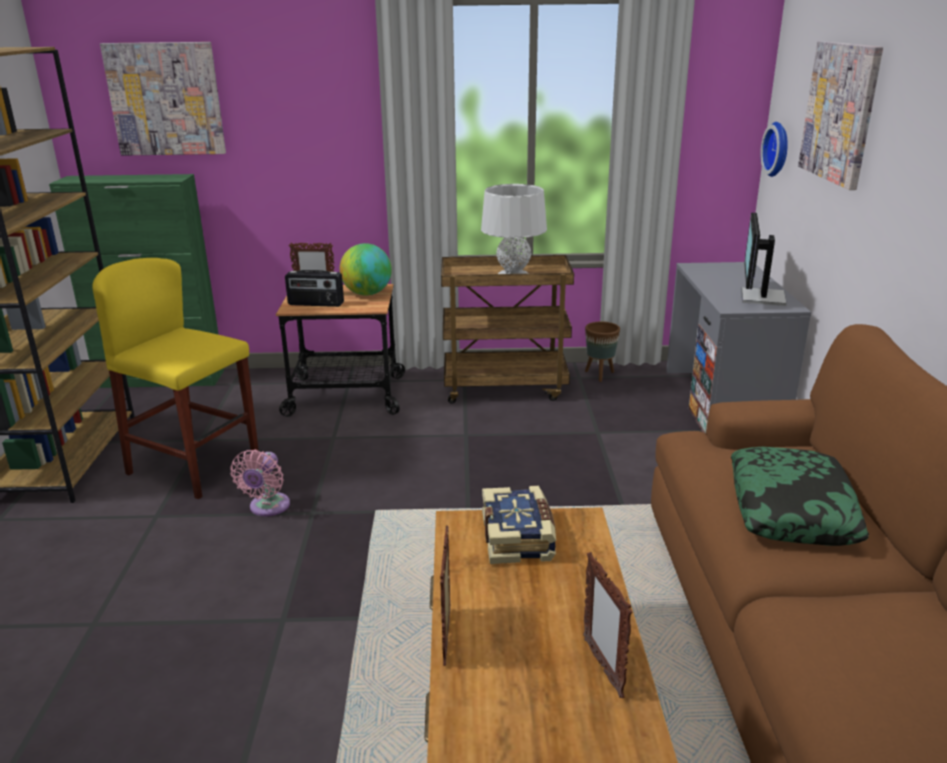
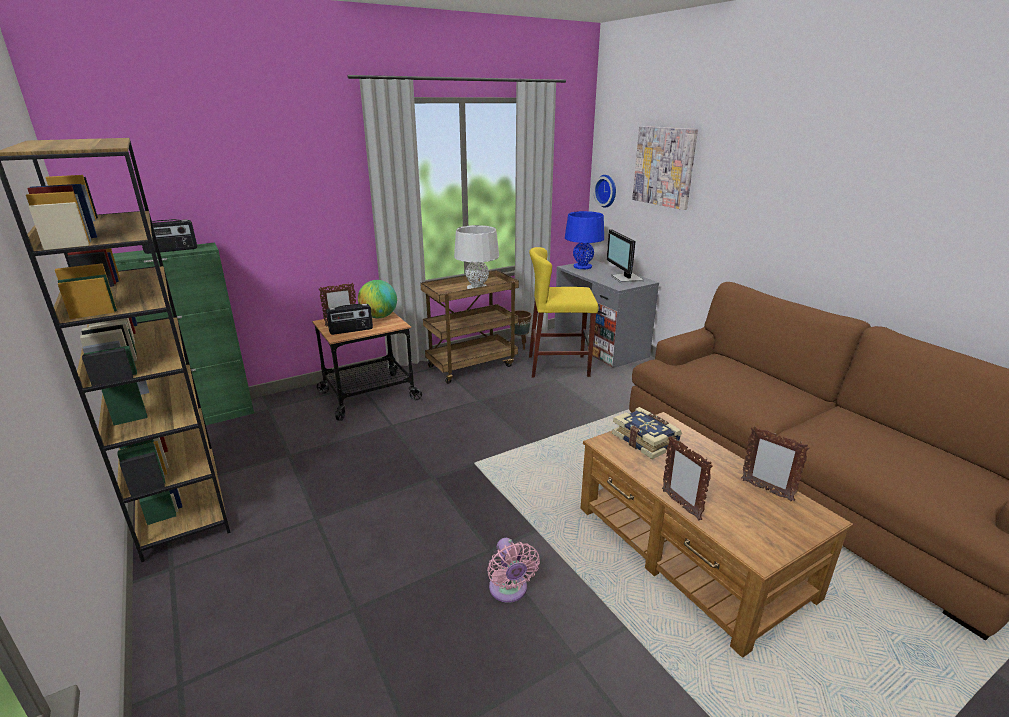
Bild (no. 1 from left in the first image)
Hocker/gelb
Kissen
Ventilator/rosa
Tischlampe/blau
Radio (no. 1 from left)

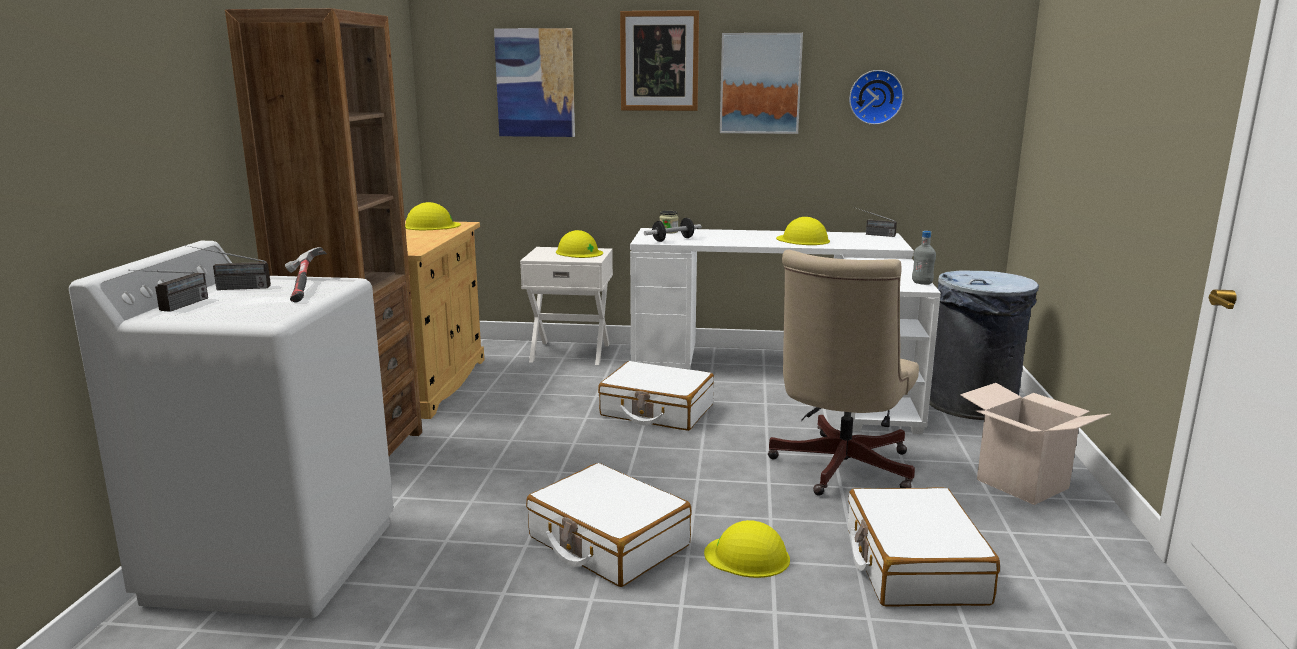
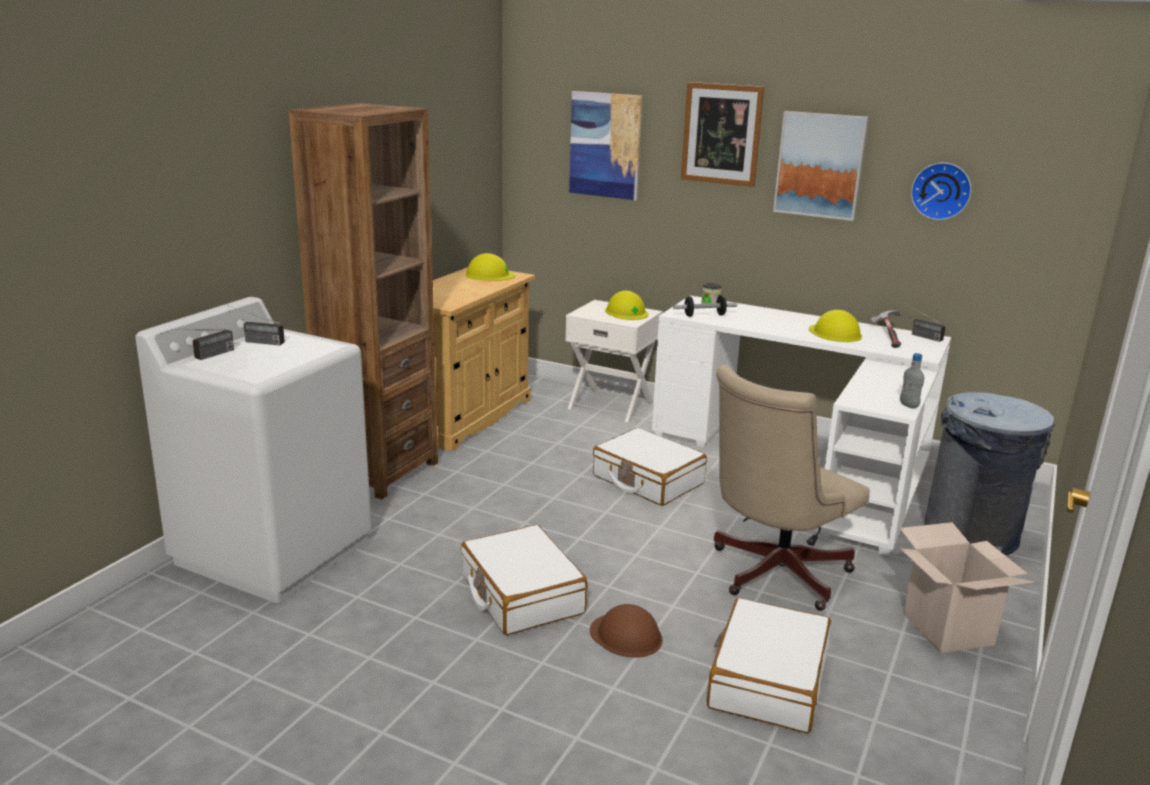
Hammer
Schutzhelm/braun

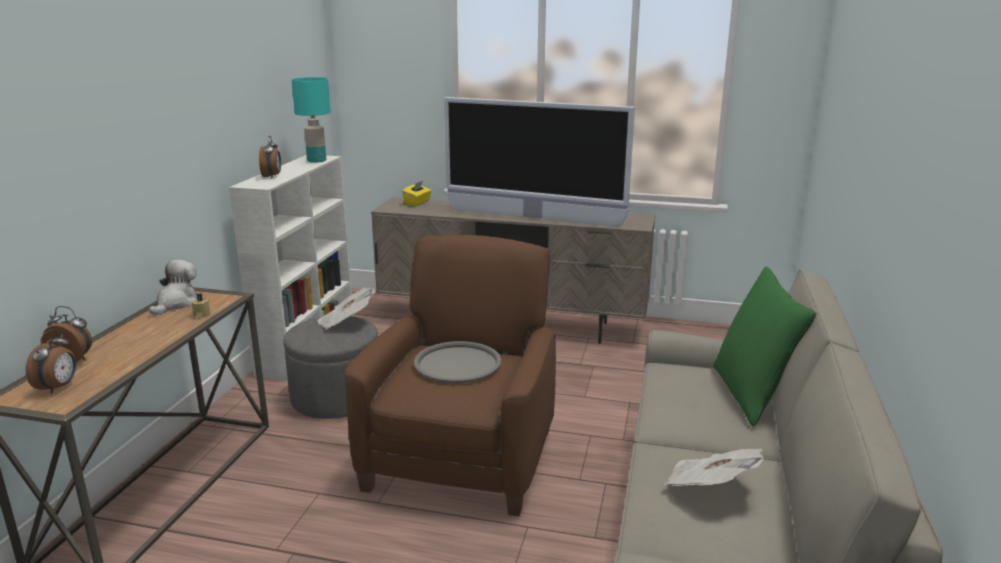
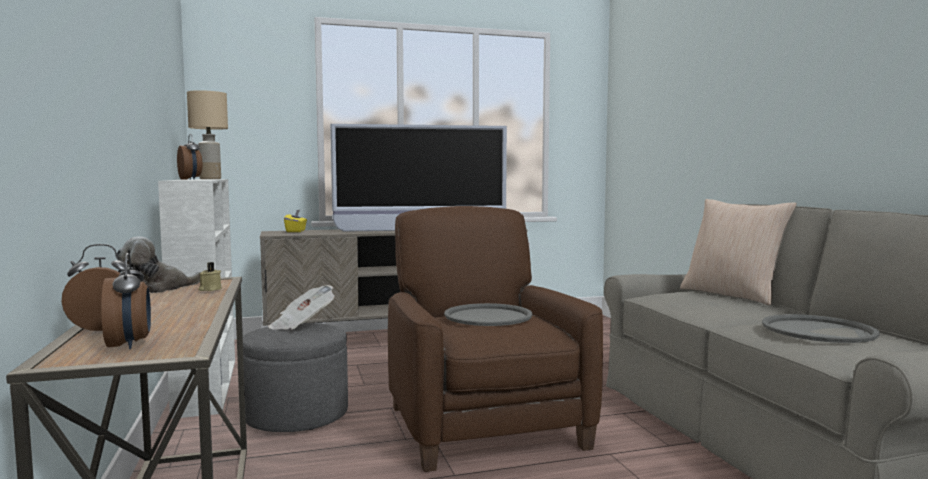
Tischlampe/beige
Plüschtier
Kissen/beige
Tablett/grau (no. 2 from left)

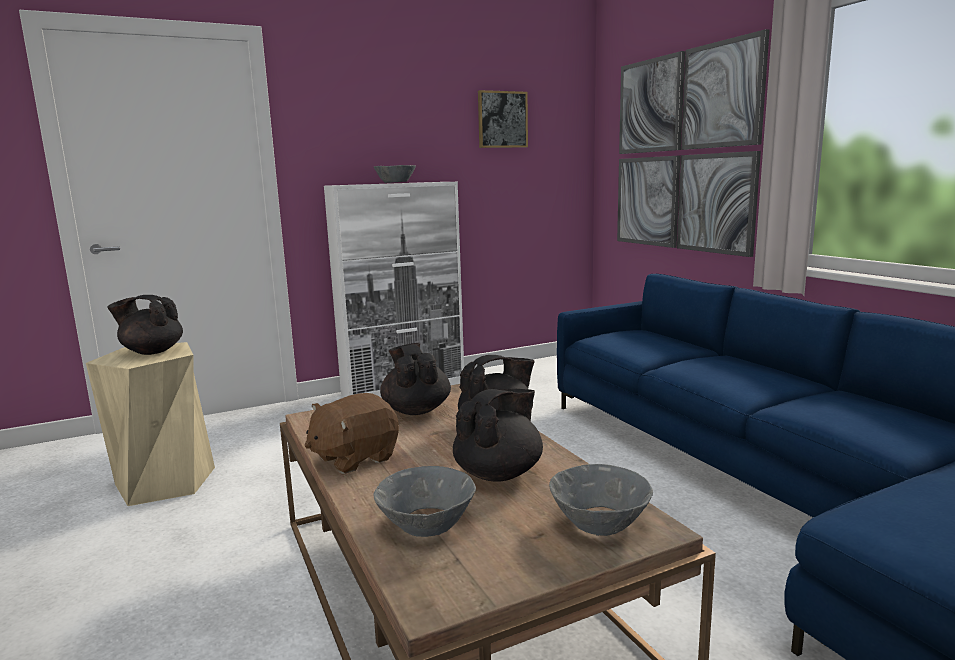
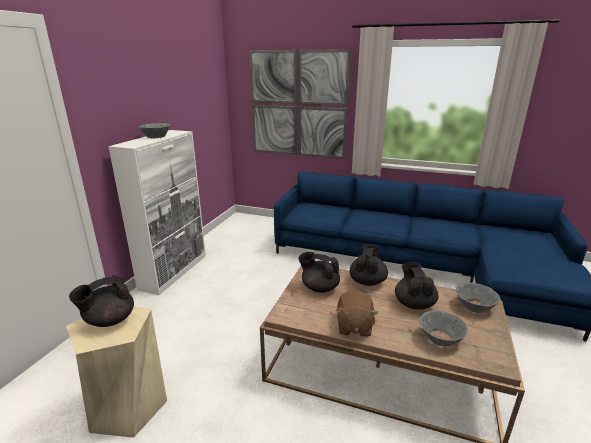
Bild (no. 1 from left in the first image)

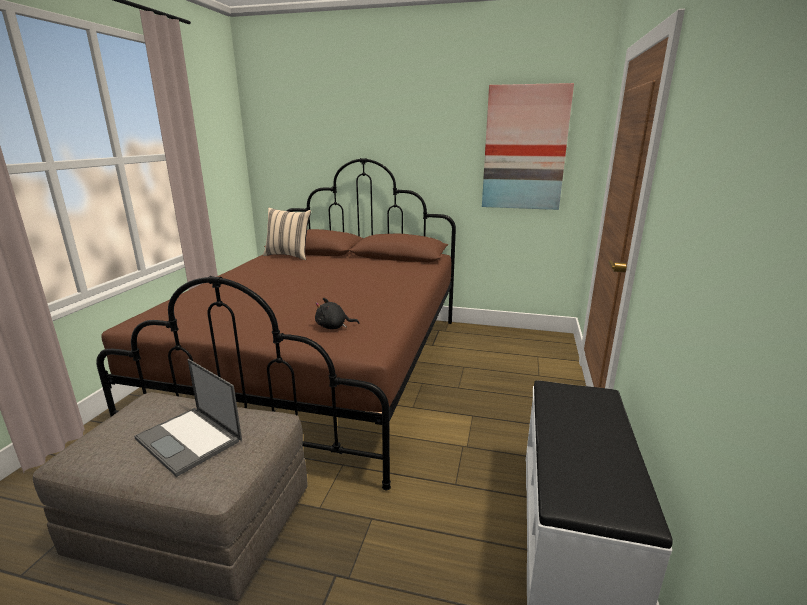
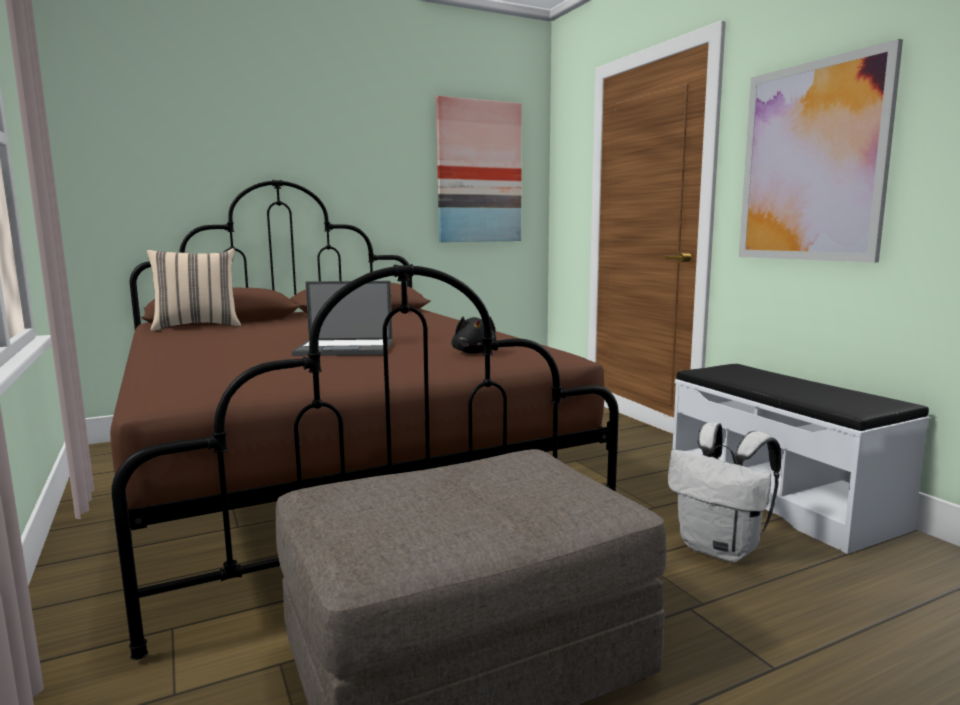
Plüschtier/schwarz
Laptop
Bild (no. 2 from left)
Rucksack/weiß

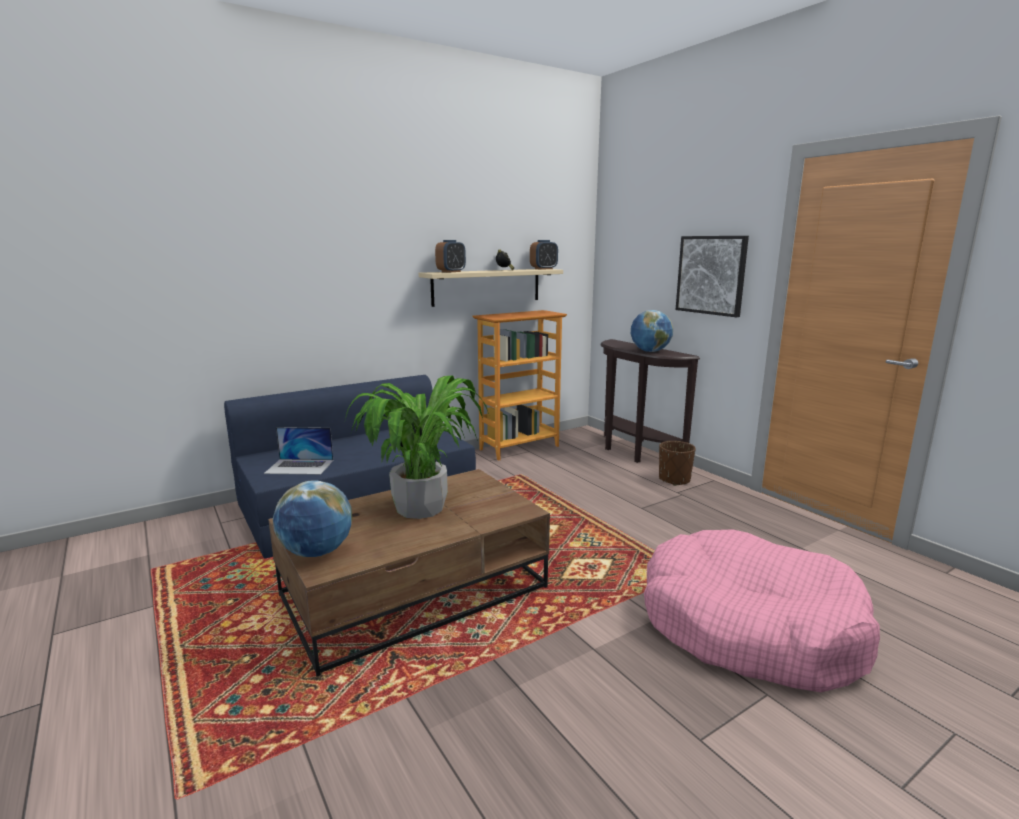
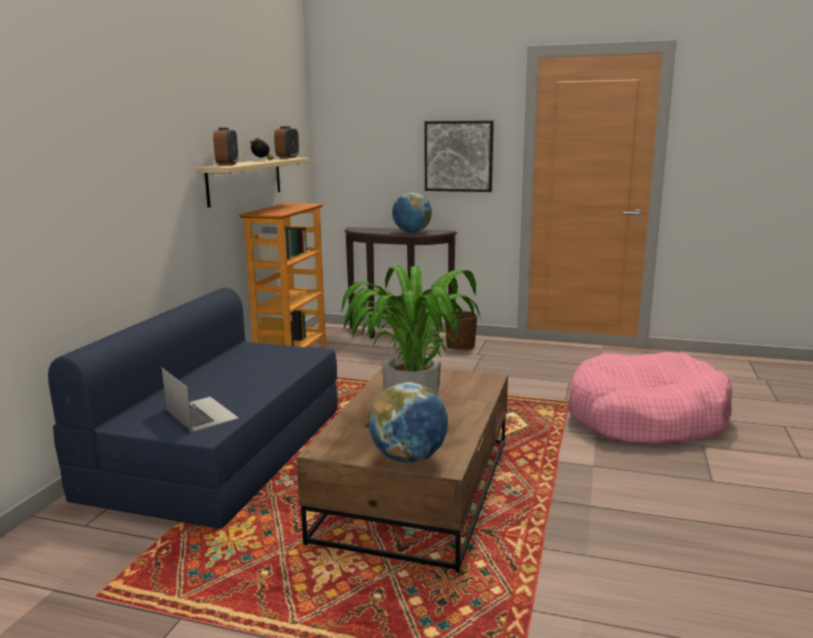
Laptop

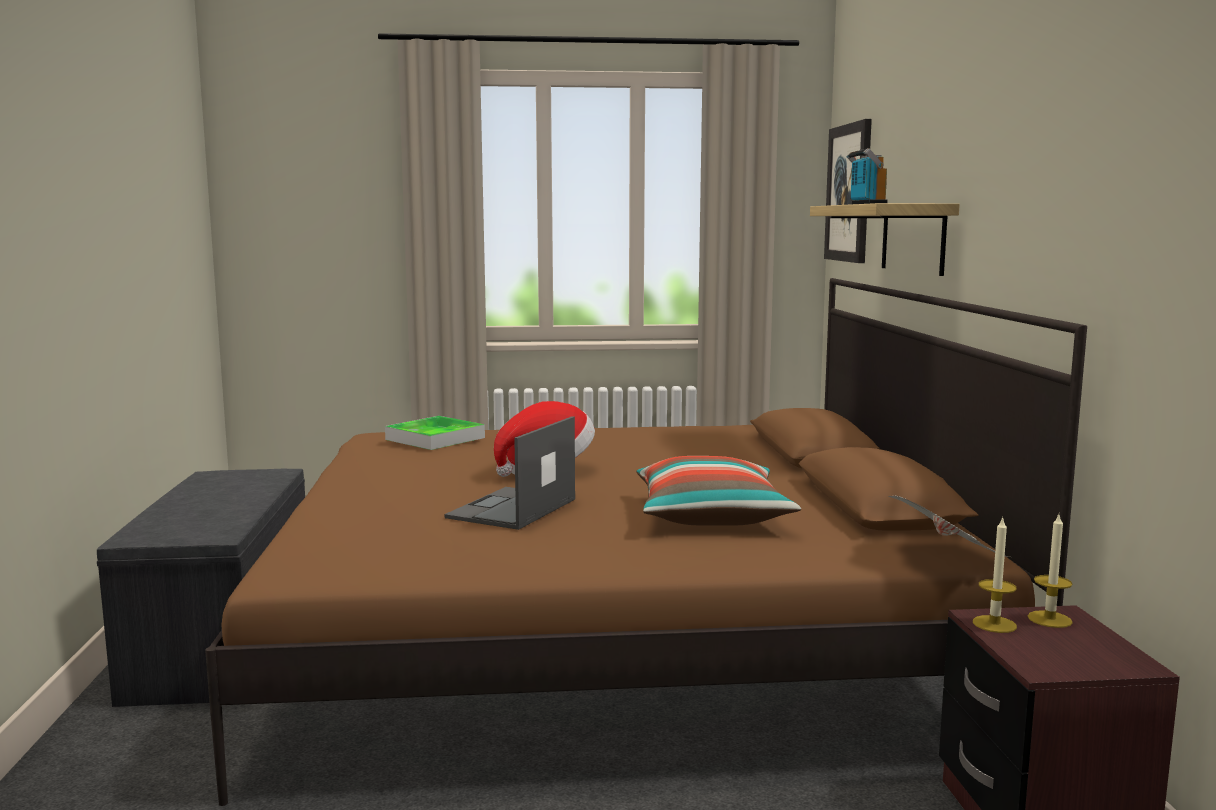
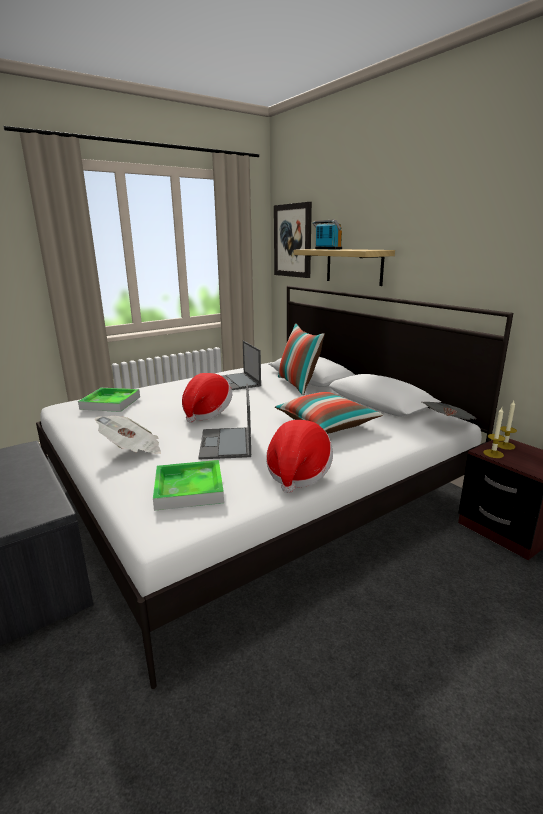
Bett/weiß
Kissen (no. 1 from left)
Laptop (no. 2 from left)
Zeitung (no. 1 from left)
Hut (no. 2 from left)
Tablett (no. 2 from left)

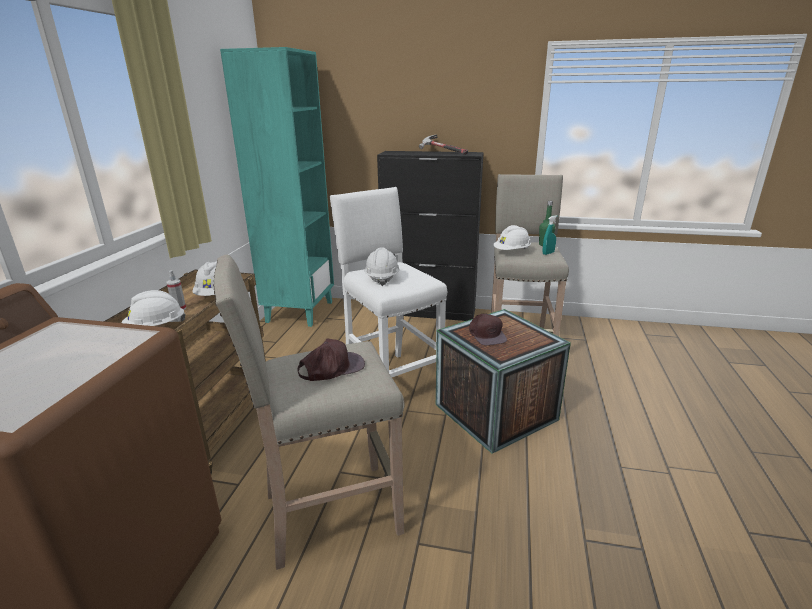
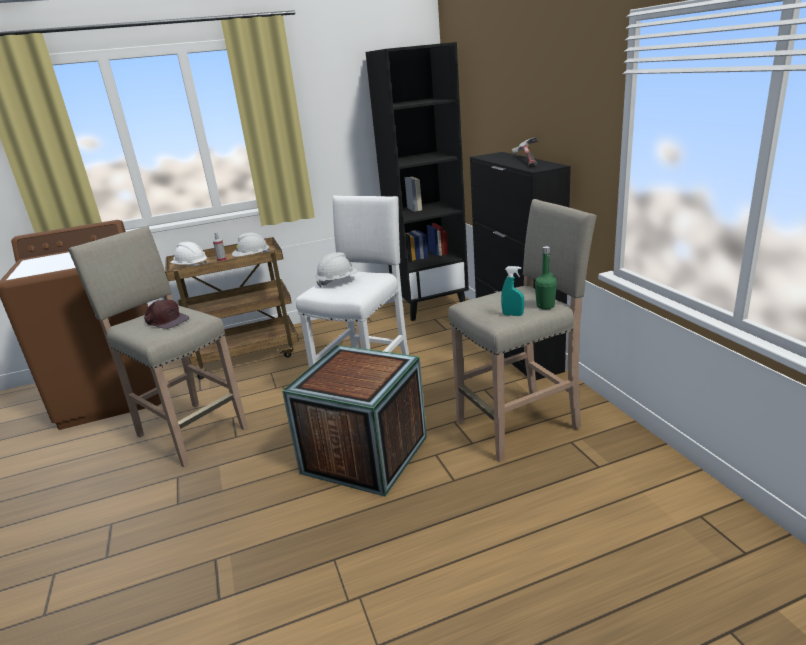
Bücherregal/schwarz
Schutzhelm/weiß (no. 4 from left in the first image)
Kappe/braun (no. 2 from left in the first image)

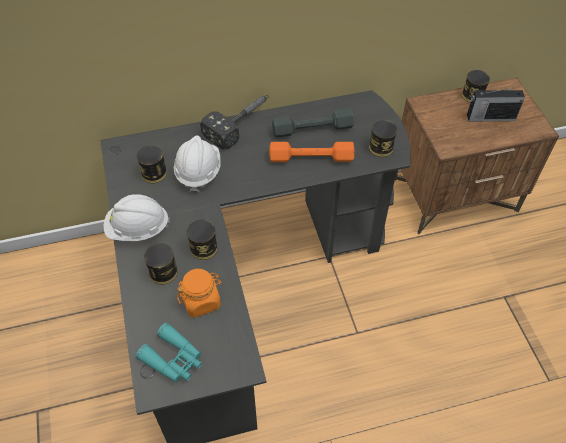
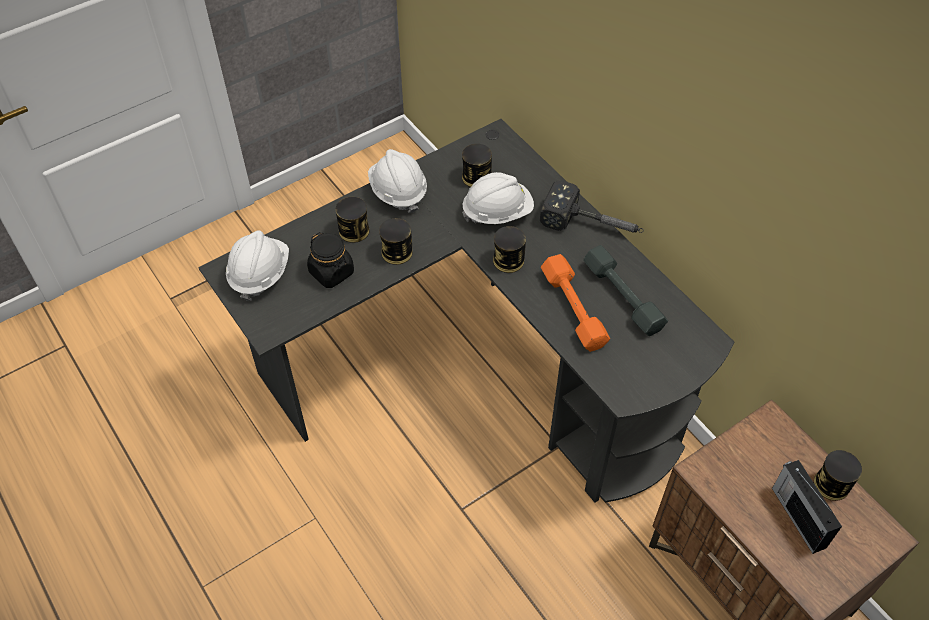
Dose (no. 4 from left)
Vorratsglas/schwarz
Schutzhelm/weiß (no. 1 from left)

